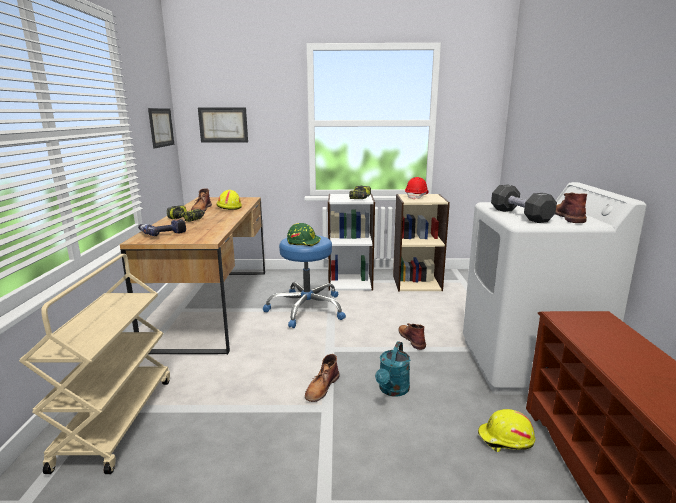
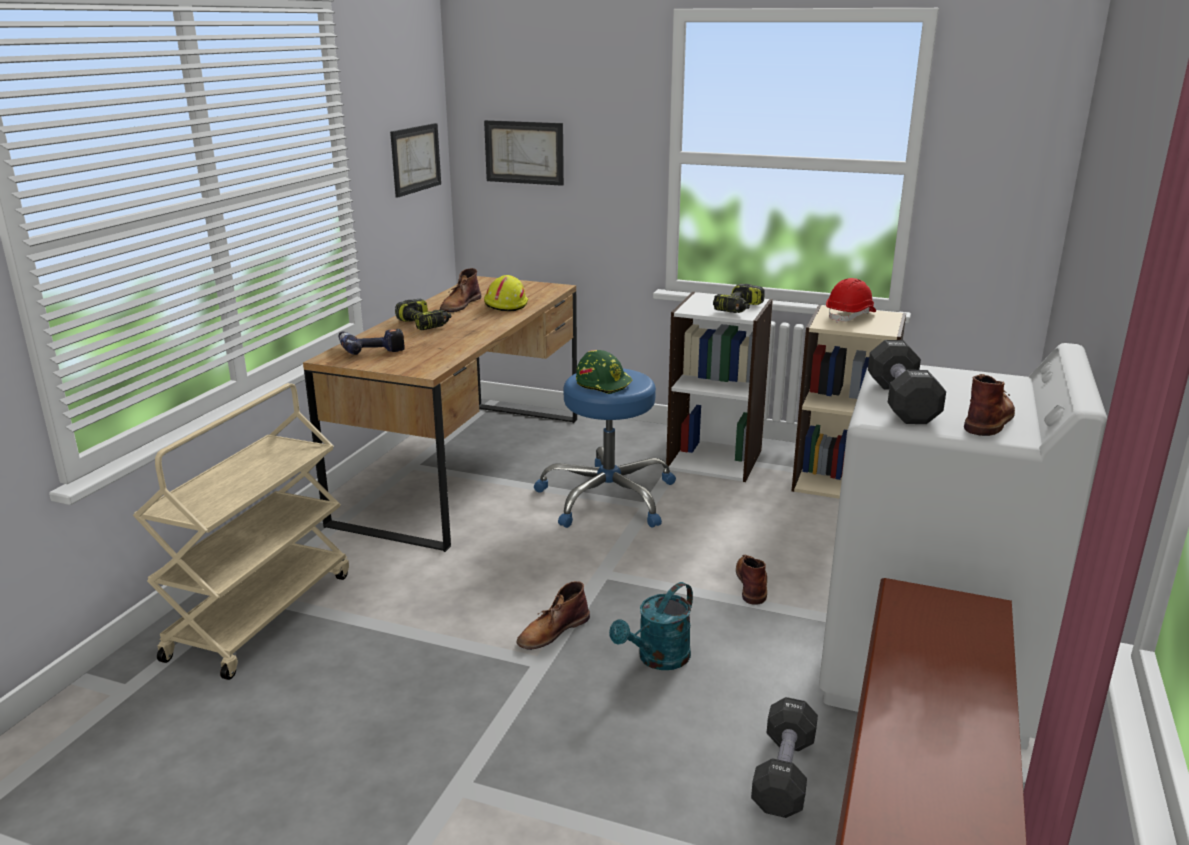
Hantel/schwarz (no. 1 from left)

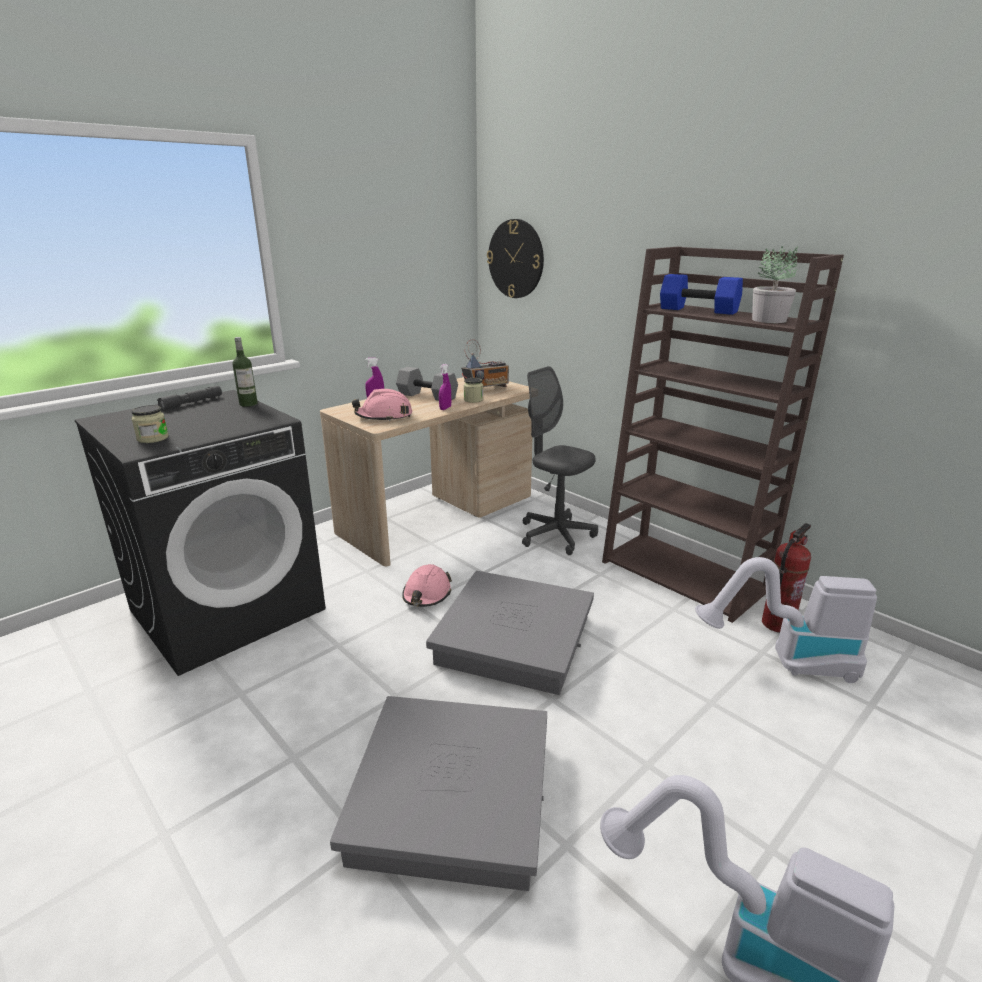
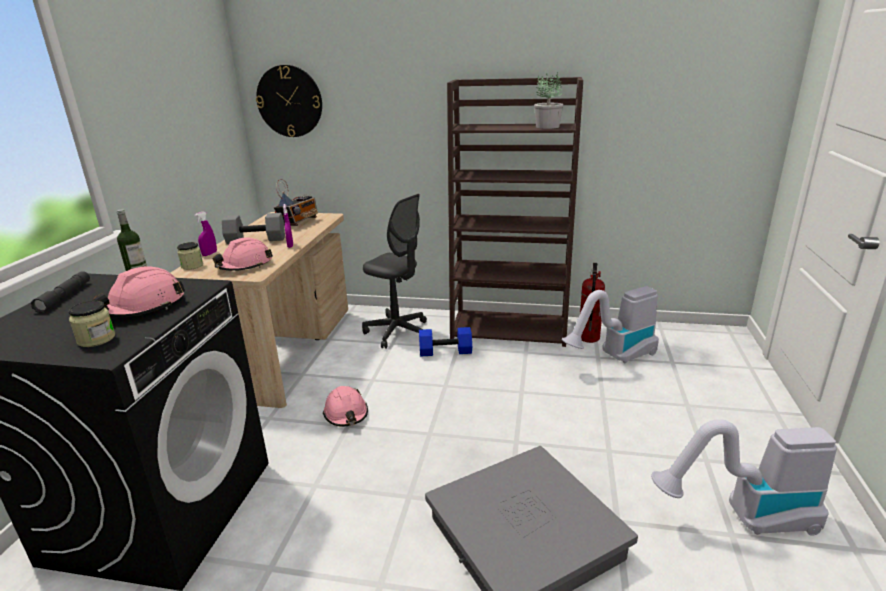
Hantel/blau
Bürostuhl/grau
Vorratsglas (no. 2 from left)
Aufbewahrungsbox/grau (no. 2 from left in the first image)
Schutzhelm/rosa (no. 1 from left)

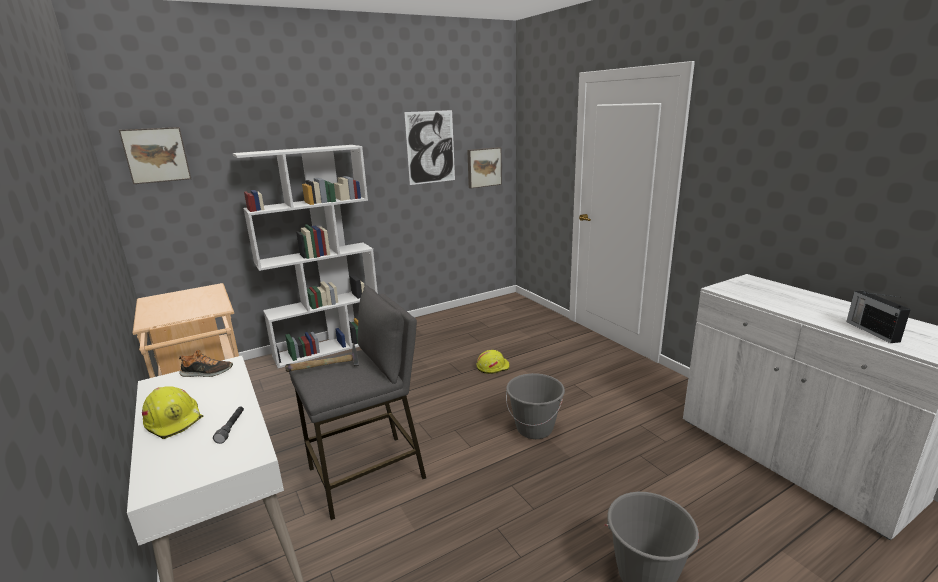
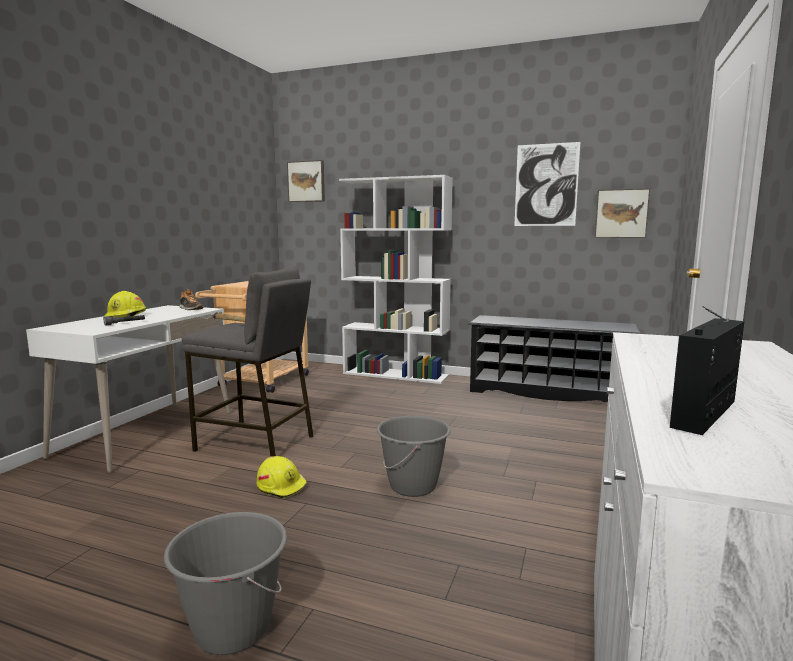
Schutzhelm/gelb (no. 2 from left)
Schuhregal/schwarz

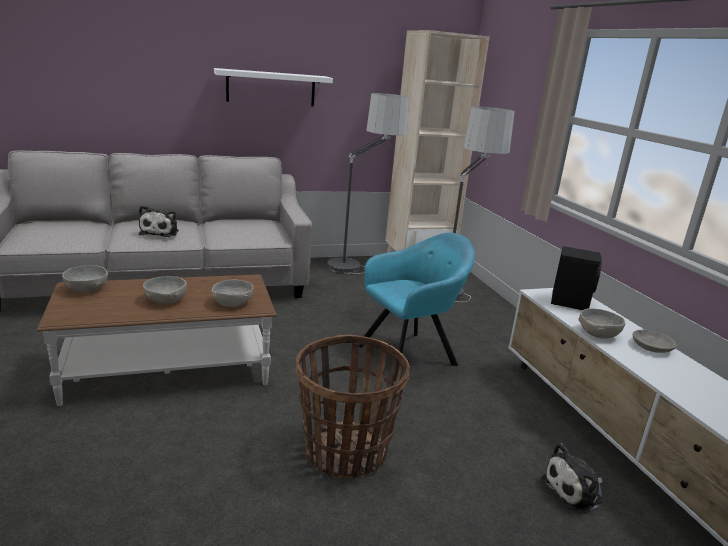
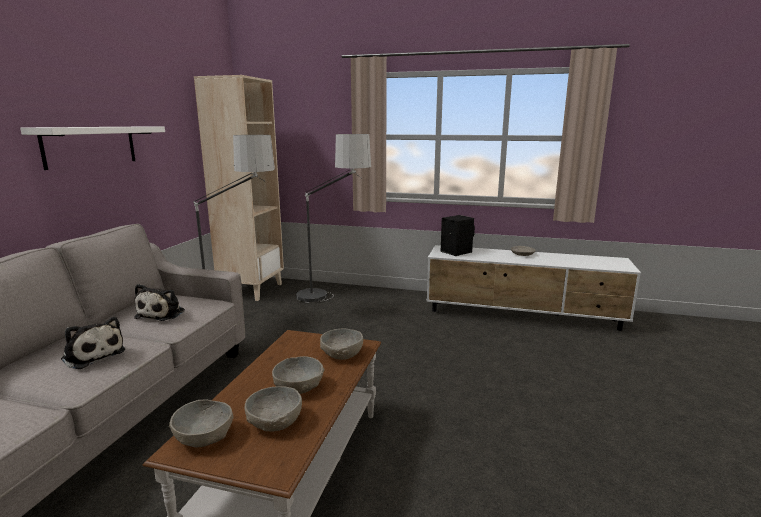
Sessel/türkis
Schüssel/grau (no. 2 from left)
Korb
Plüschtier (no. 2 from left)

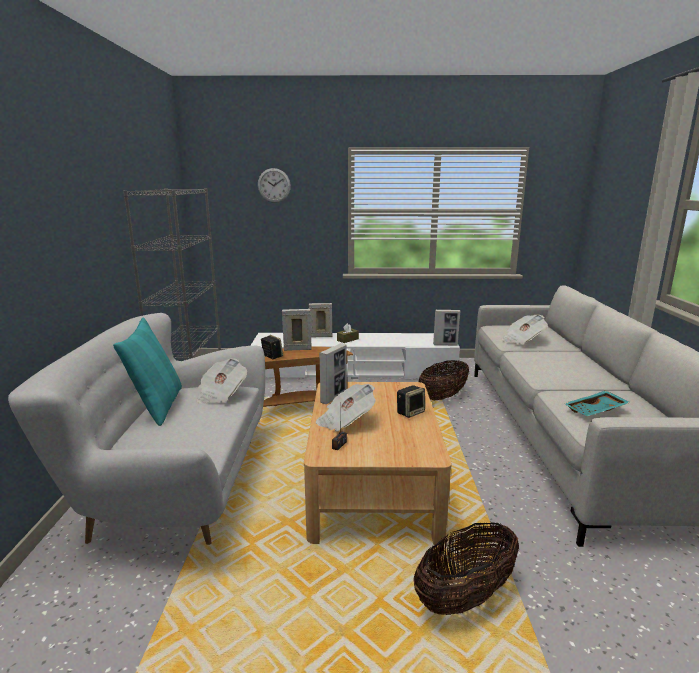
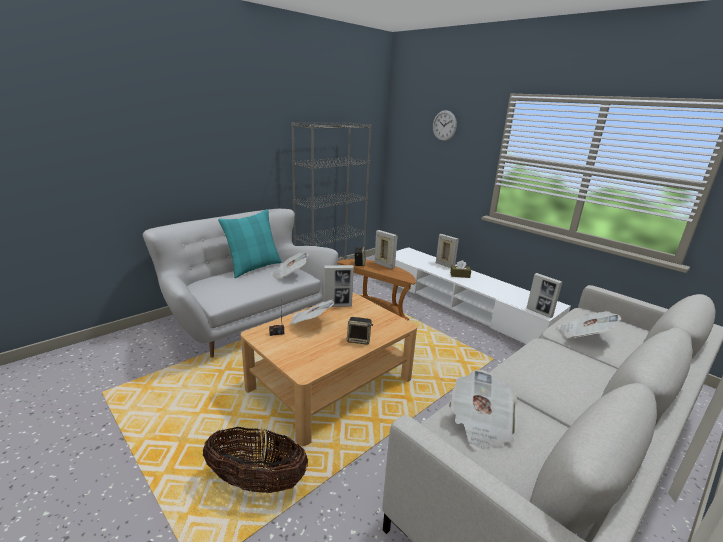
Korb (no. 1 from left in the first image)
Zeitung (no. 3 from left)

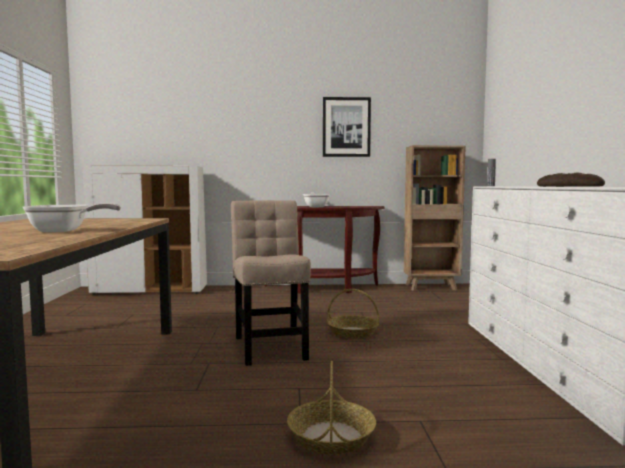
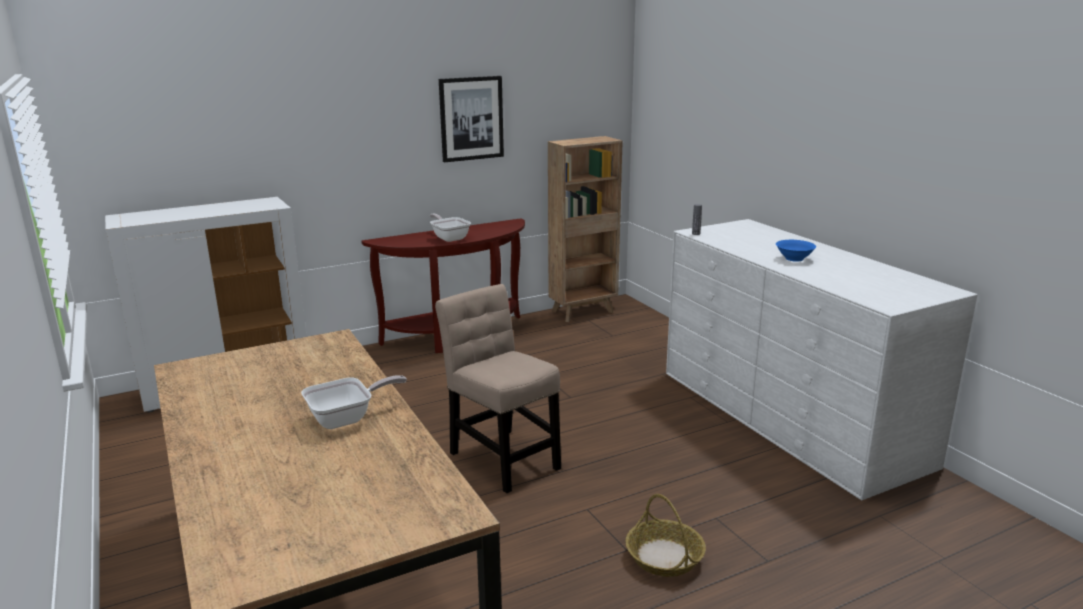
Schüssel/blau
Korb (no. 2 from left in the first image)

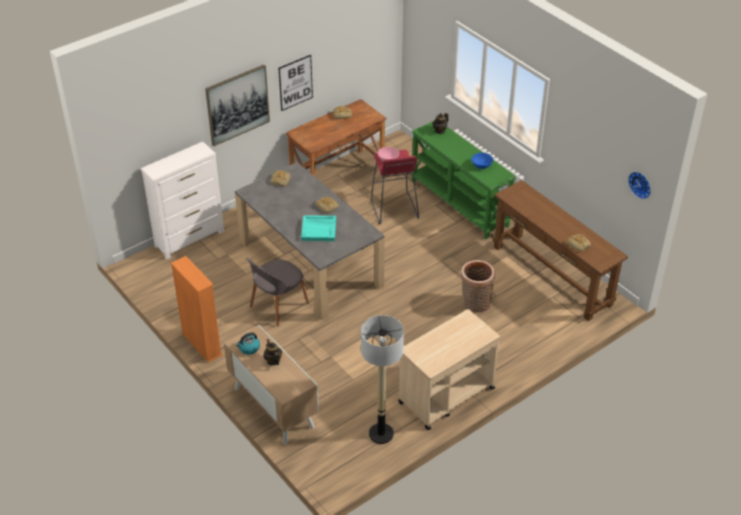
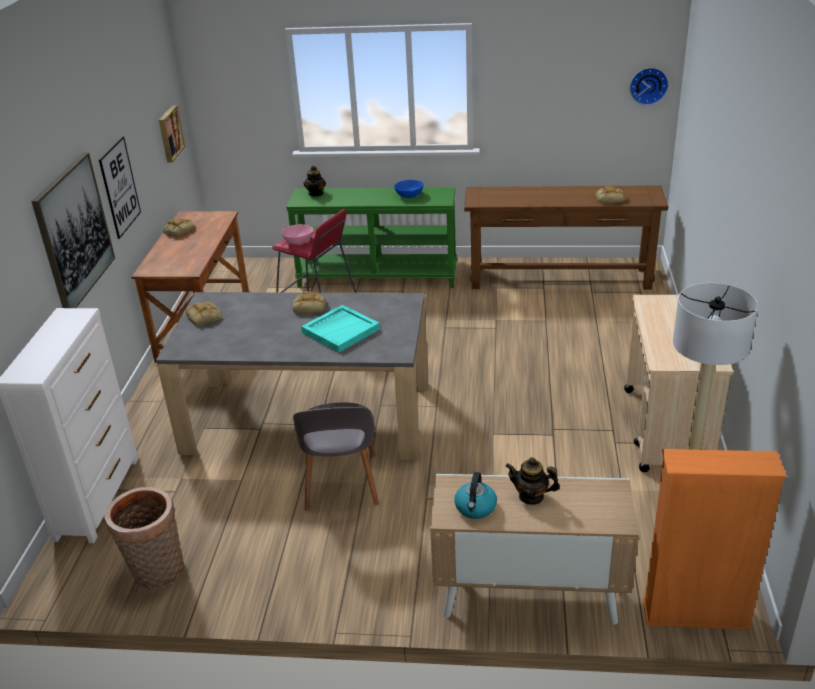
Bücherregal/orange
Korb
Bild (no. 3 from left)

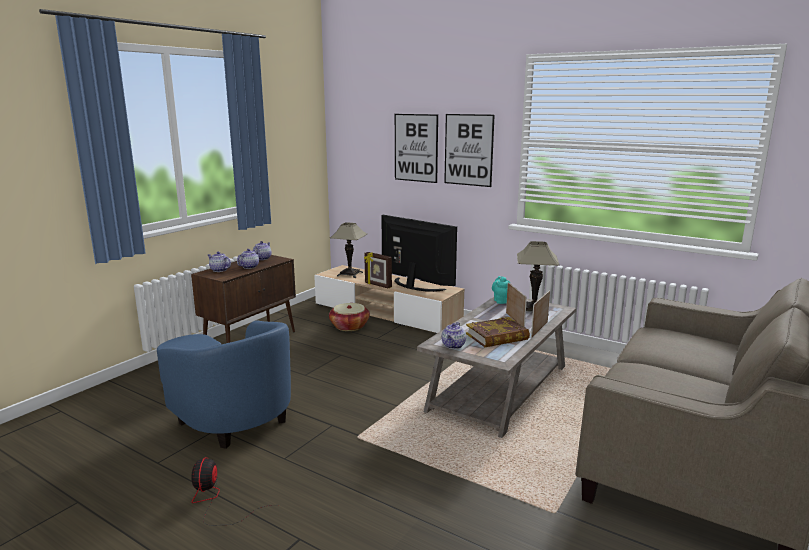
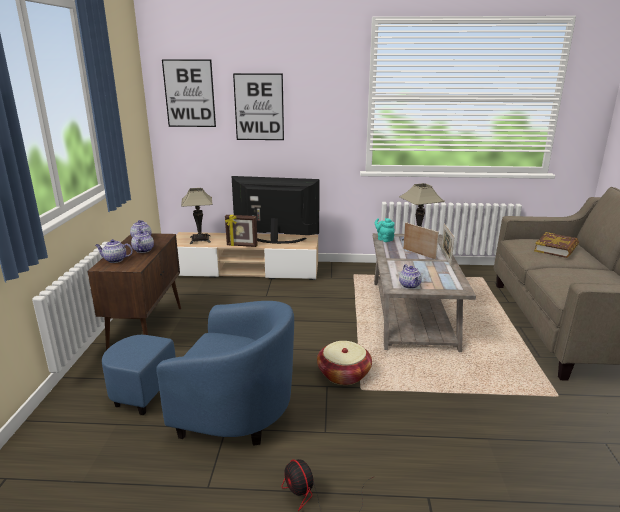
Bild (no. 1 from left)
Korb
Buch

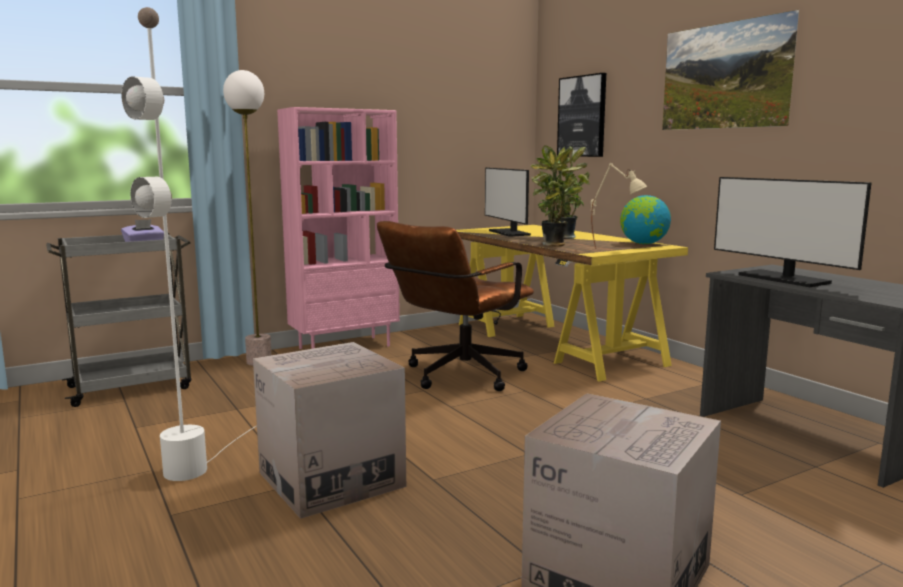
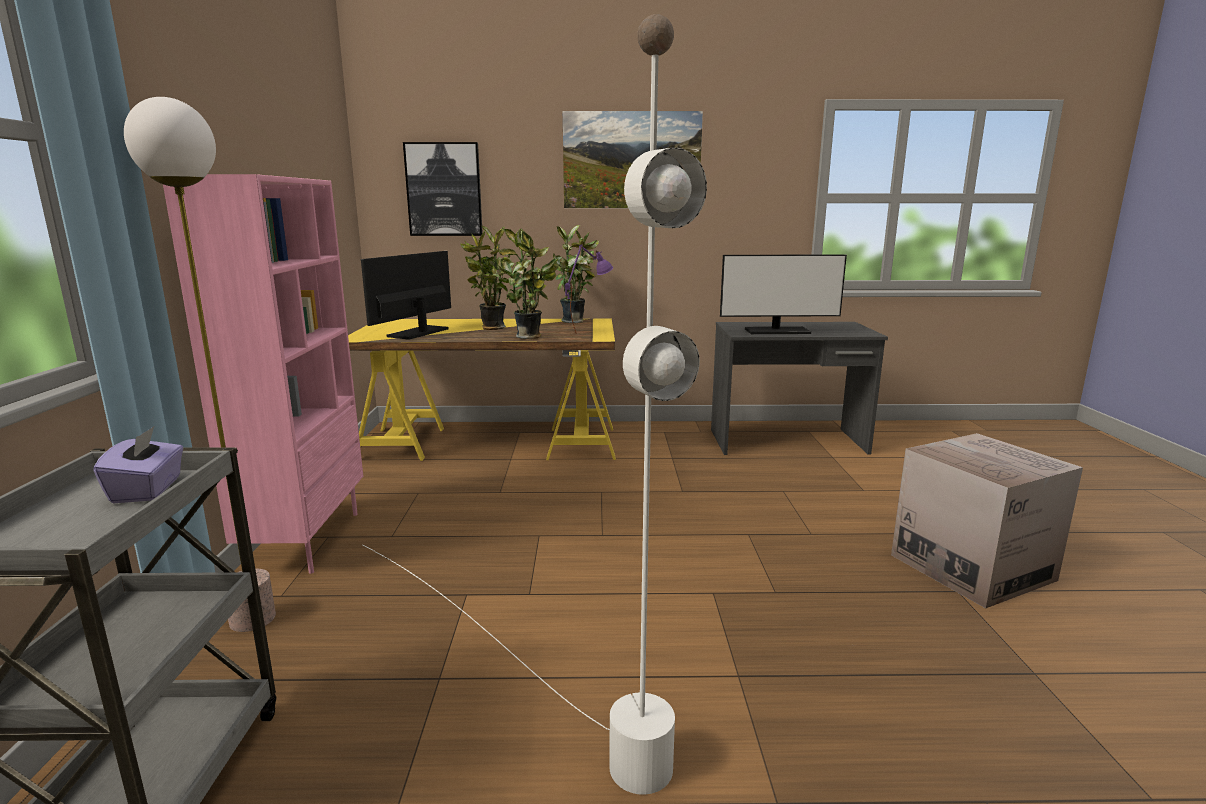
Tischlampe/lila
Monitor (no. 1 from left)
Topfpflanze (no. 3 from left)
Bürostuhl/braun
Karton (no. 1 from left in the first image)

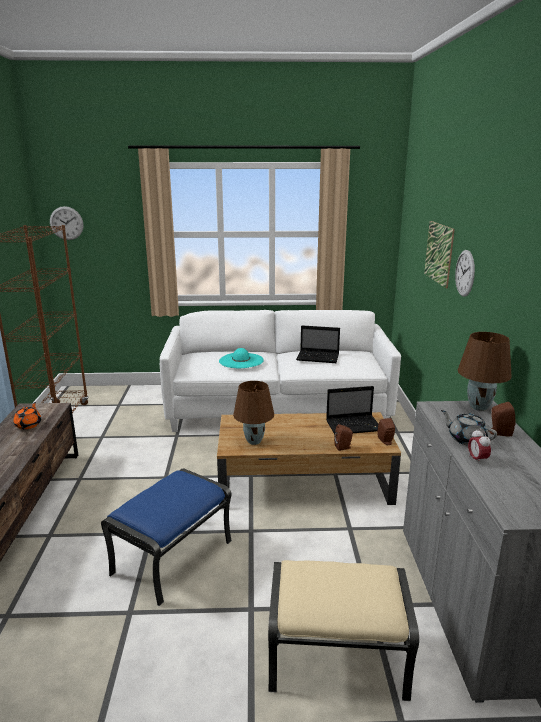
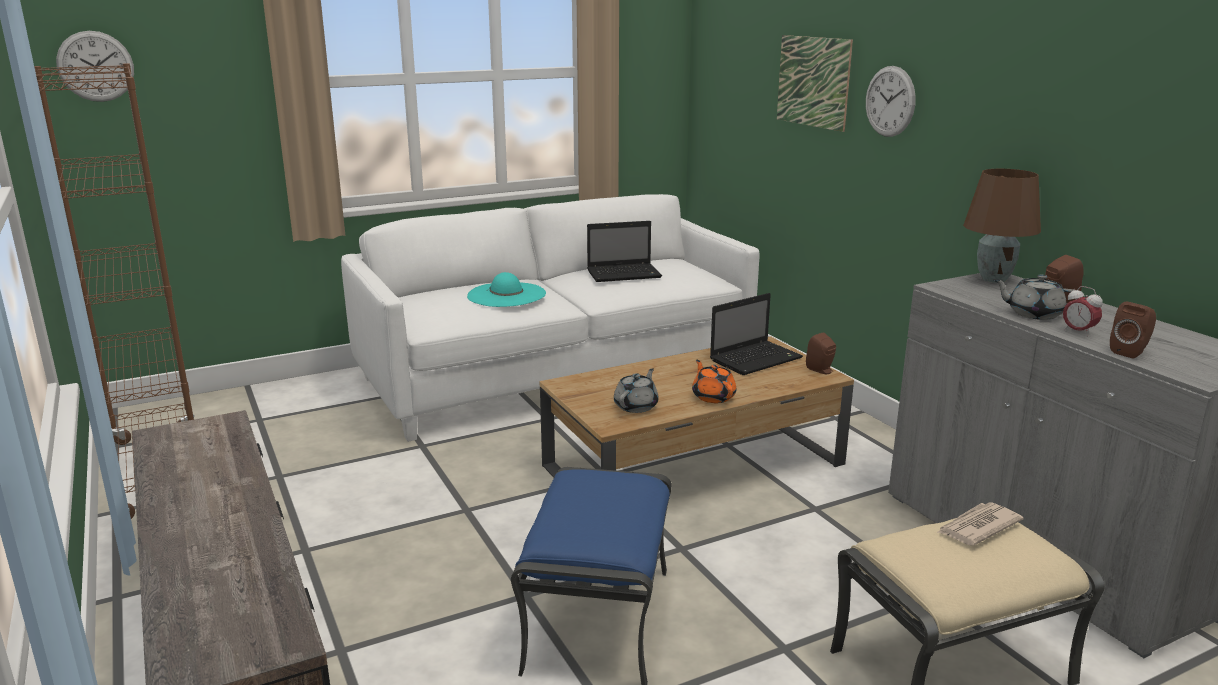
Teekanne/grau (no. 1 from left)
Teekanne/orange
Lautsprecher/braun (no. 3 from left)
Zeitung

